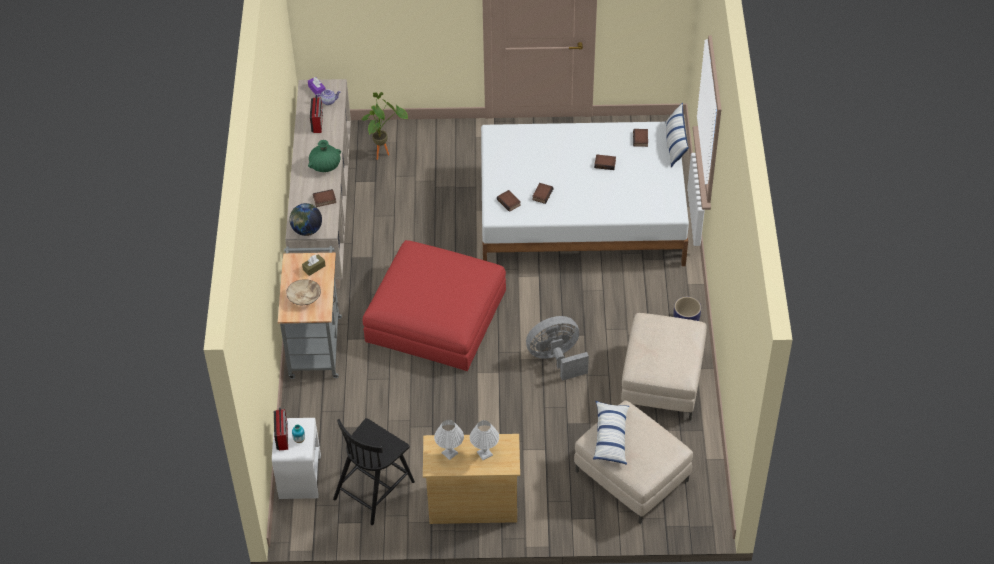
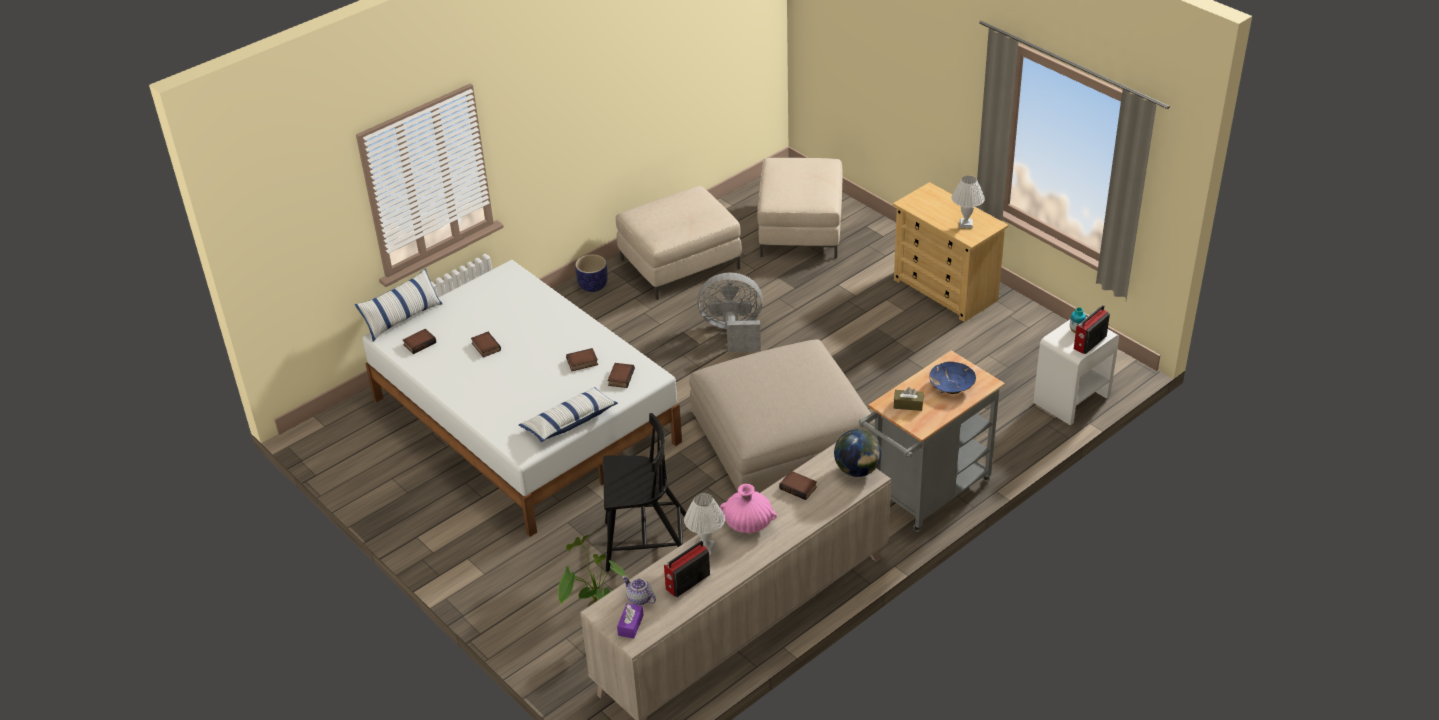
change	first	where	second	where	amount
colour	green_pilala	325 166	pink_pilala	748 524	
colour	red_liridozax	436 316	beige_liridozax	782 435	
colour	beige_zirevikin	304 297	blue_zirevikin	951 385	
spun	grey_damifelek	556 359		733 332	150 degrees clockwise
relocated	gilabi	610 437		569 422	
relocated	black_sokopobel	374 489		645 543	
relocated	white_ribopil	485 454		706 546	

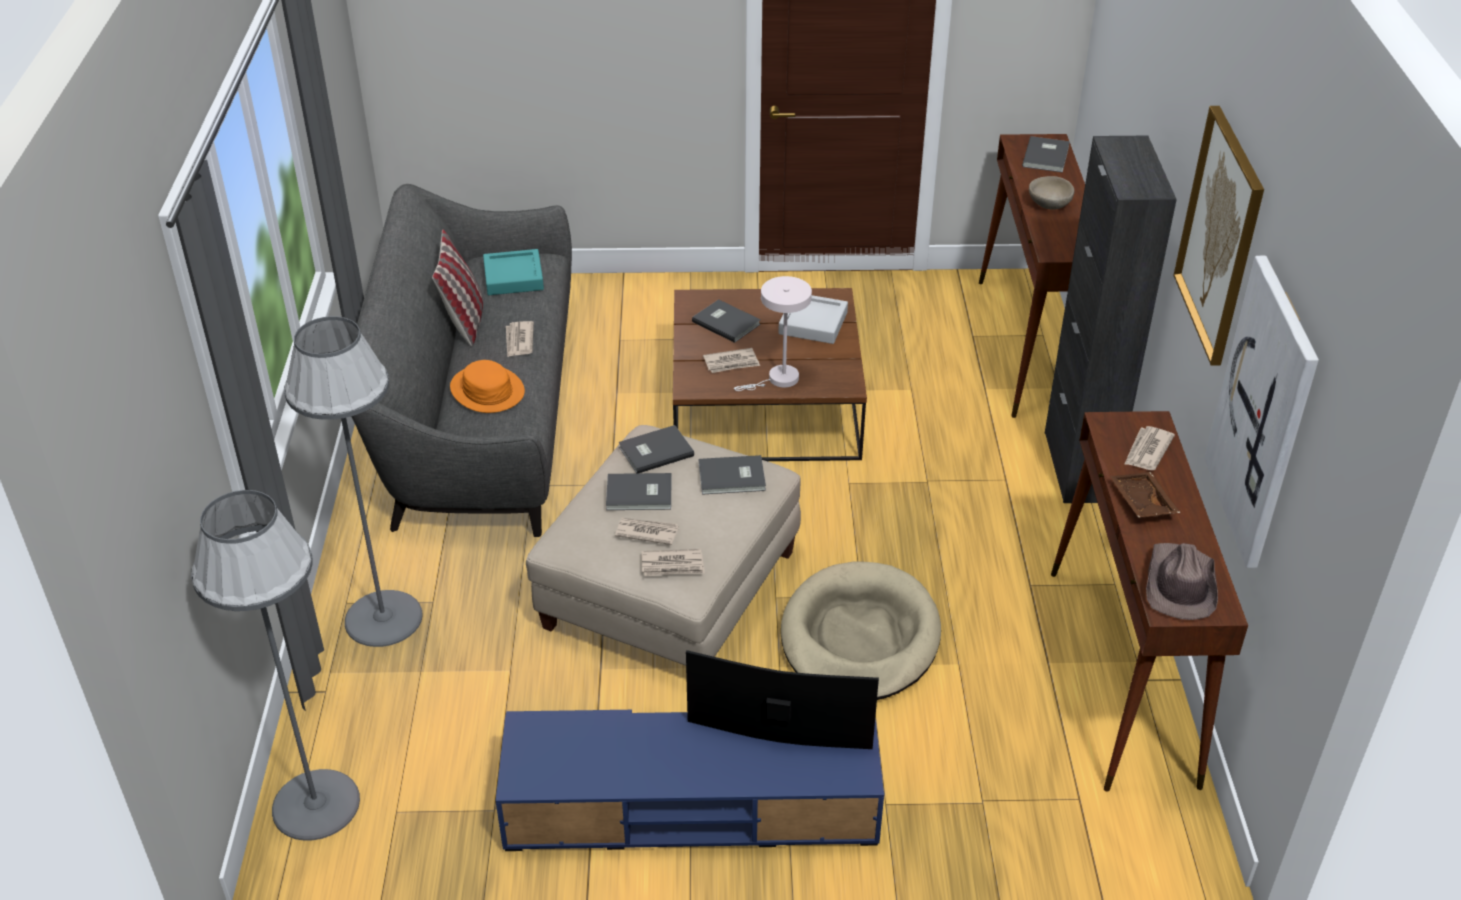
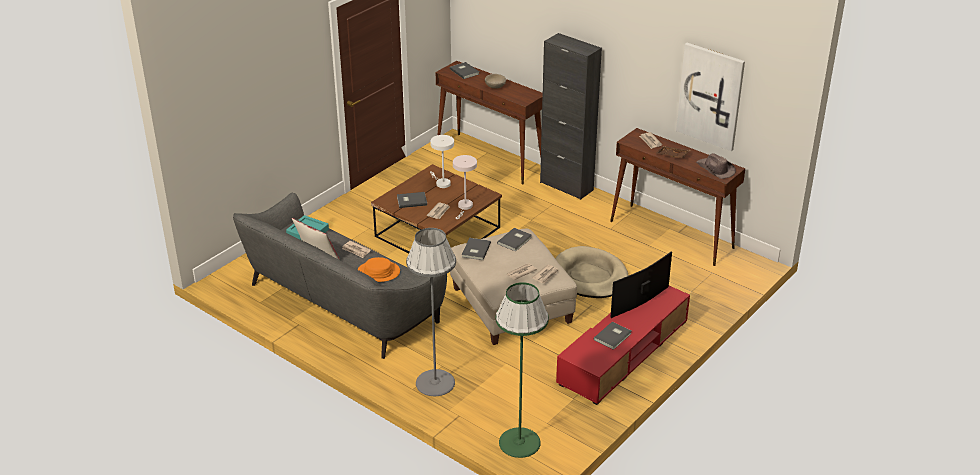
change	first	where	second	where	amount
missing	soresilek	1220 235			
exchanged	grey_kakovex	813 323	white_ribopil	441 183	
relocated	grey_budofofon	640 495		613 336	
colour	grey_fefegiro	316 804	green_fefegiro	520 442	
colour	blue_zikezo	691 804	red_zikezo	623 352	

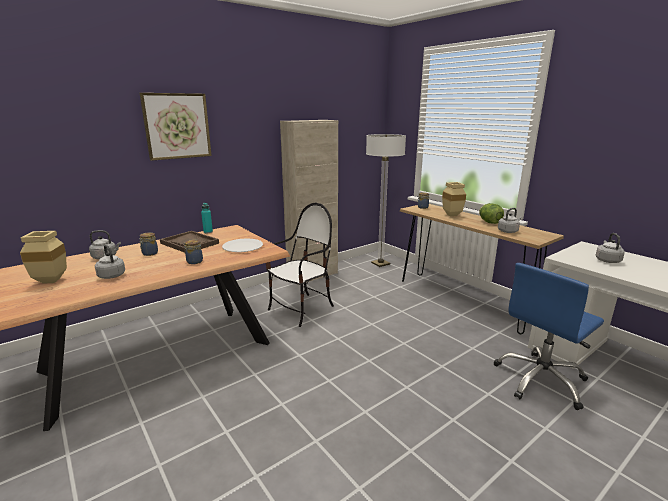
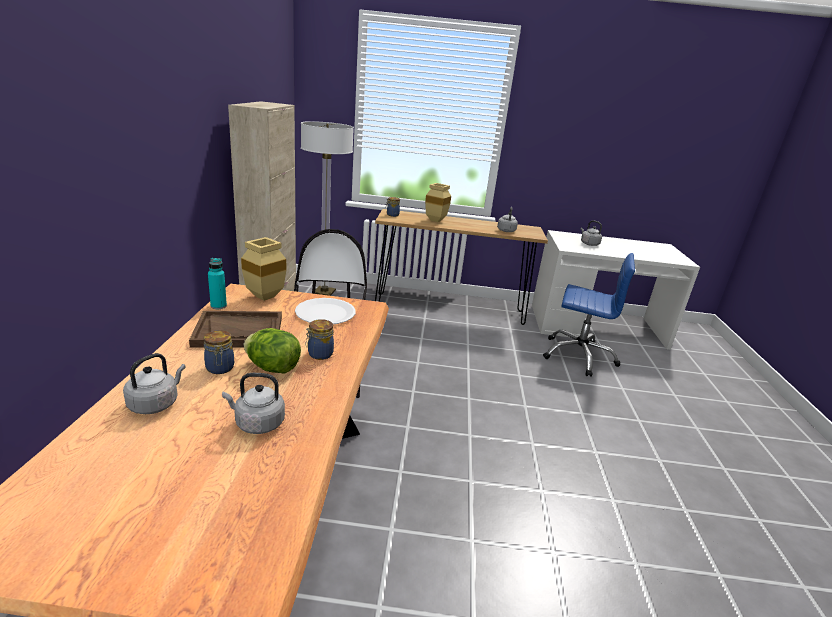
change	first	where	second	where	amount
missing	soresilek	177 126			
relocated	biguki	489 222		273 368	
relocated	beige_pilala	49 281		264 298	
spun	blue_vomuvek	541 380		578 355	75 degrees counterclockwise

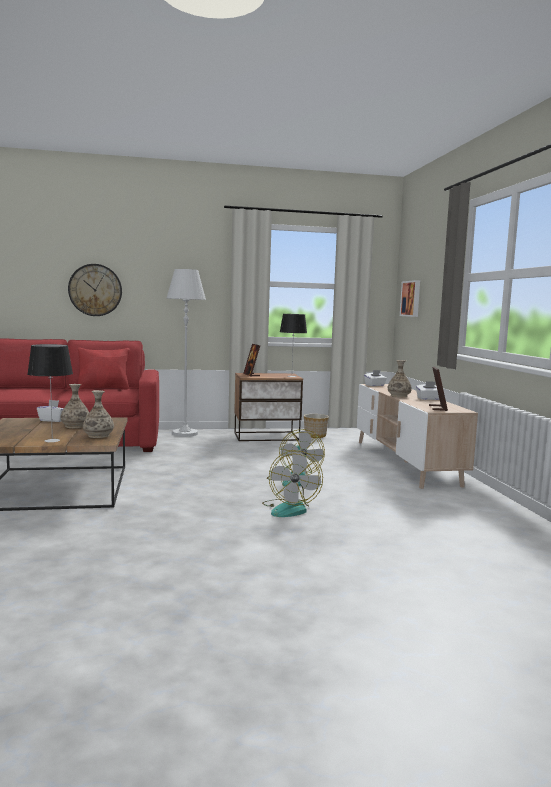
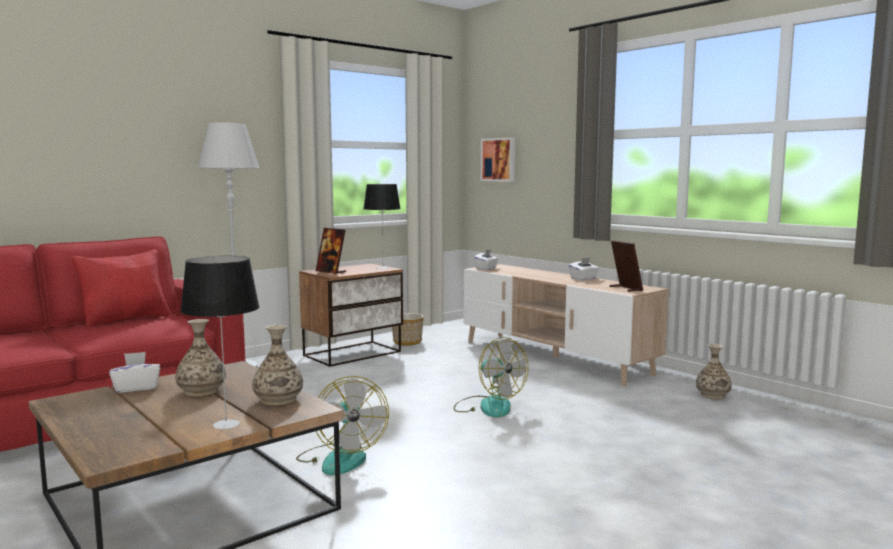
change	first	where	second	where	amount
missing	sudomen	95 290			
relocated	pilala	398 396		712 395	
relocated	damifelek	290 508		341 458	

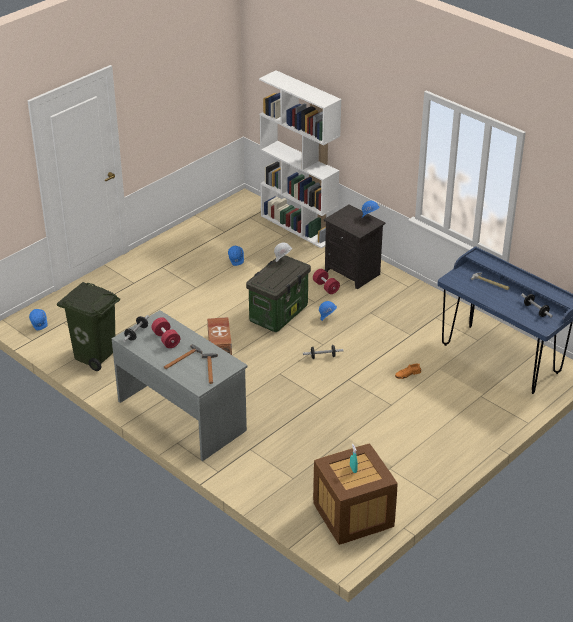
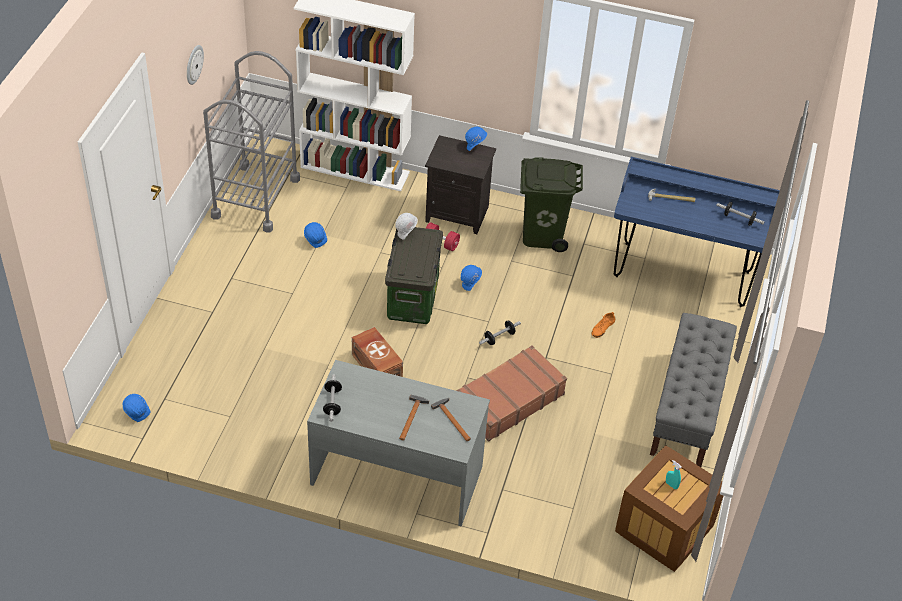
change	first	where	second	where	amount
relocated	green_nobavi	95 354		542 234	
missing	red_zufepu	166 339			
appeared			sudomen	193 64	
appeared			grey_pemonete	255 197	
appeared			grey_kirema	687 408	
appeared			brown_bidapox	508 400	

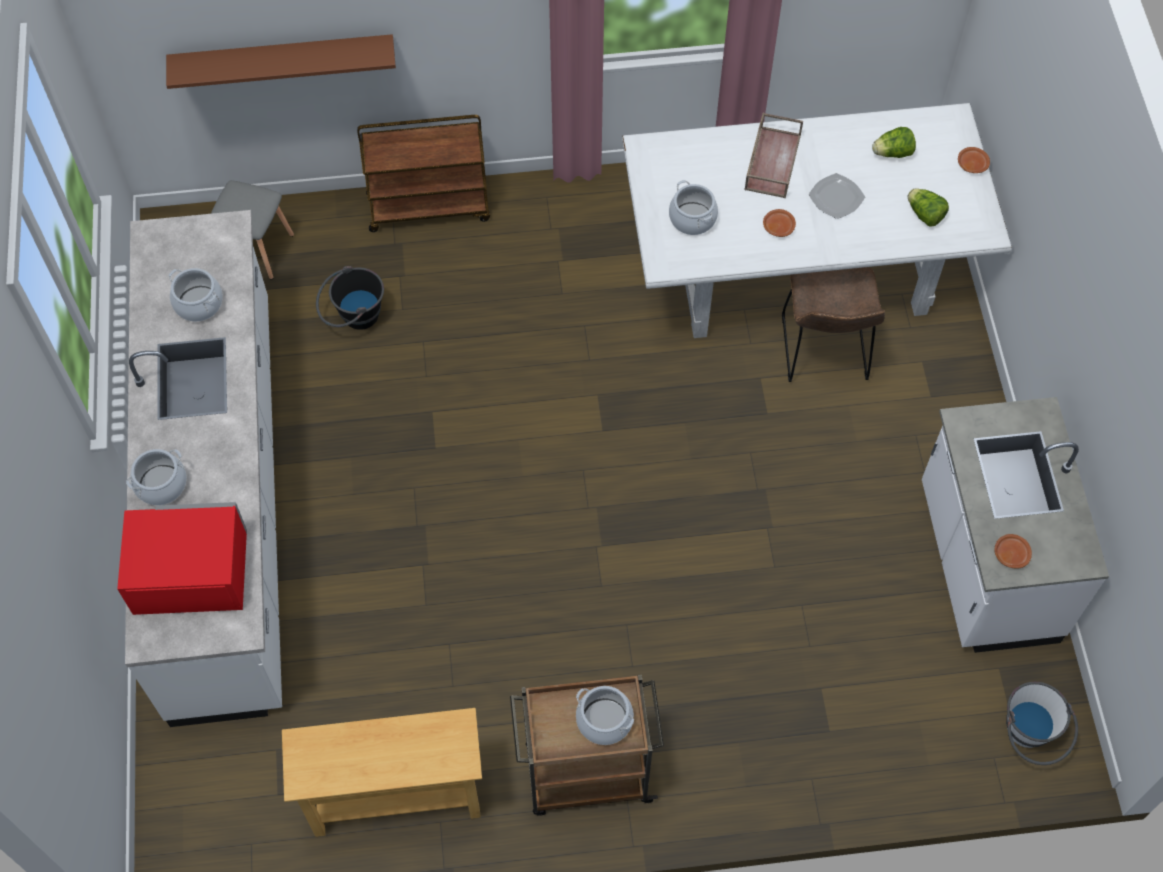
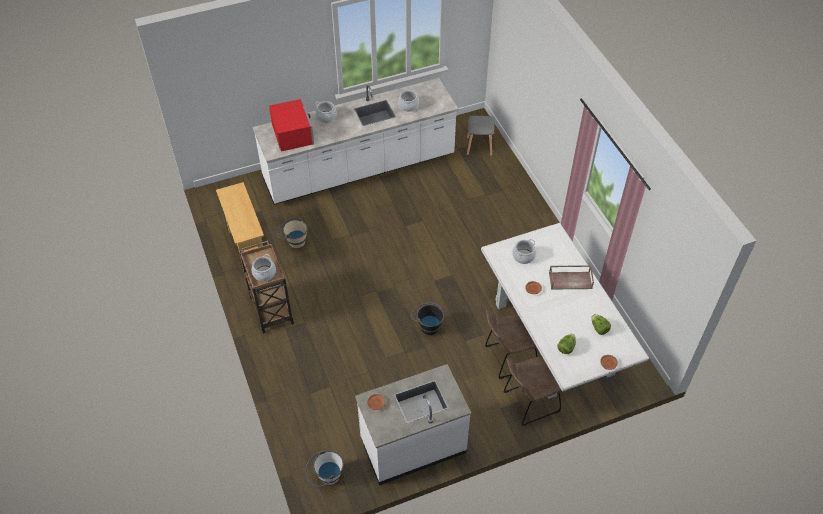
change	first	where	second	where	amount
missing	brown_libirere	283 59			
missing	brown_pemonete	429 206			
missing	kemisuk	837 197			
relocated	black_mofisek	353 317		427 325	
appeared			beige_mofisek	293 241	
appeared			brown_sokopobel	528 403	

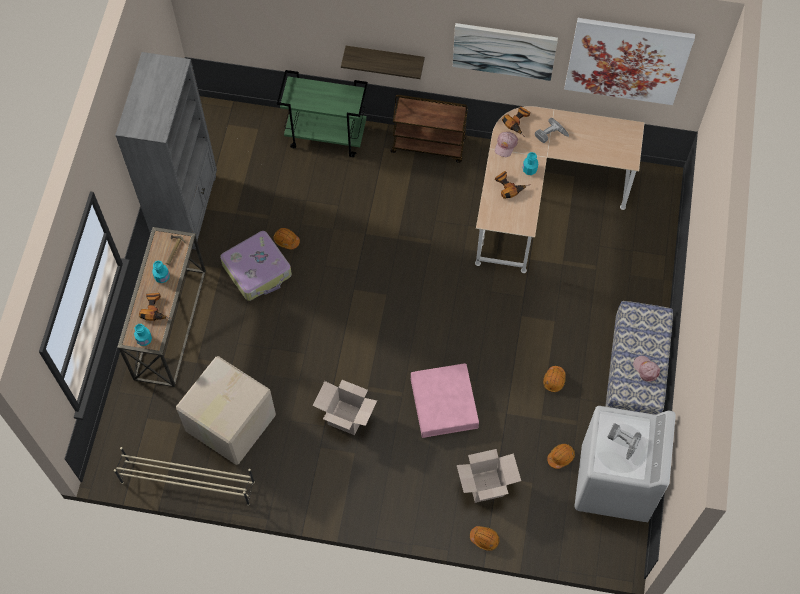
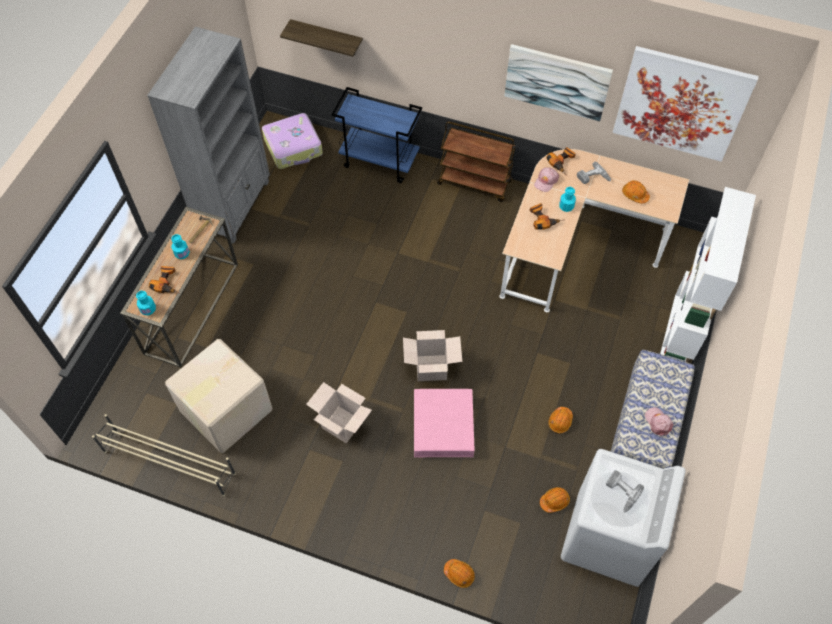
change	first	where	second	where	amount
relocated	libirere	385 58		327 38	
colour	green_pemonete	327 135	blue_pemonete	380 161	
relocated	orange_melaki	286 240		634 194	
relocated	bidapox	258 270		294 147	
relocated	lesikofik	486 486		431 368	
appeared			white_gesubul	679 337	

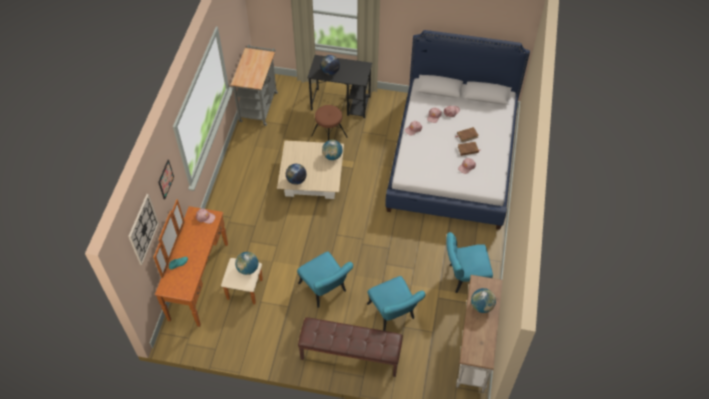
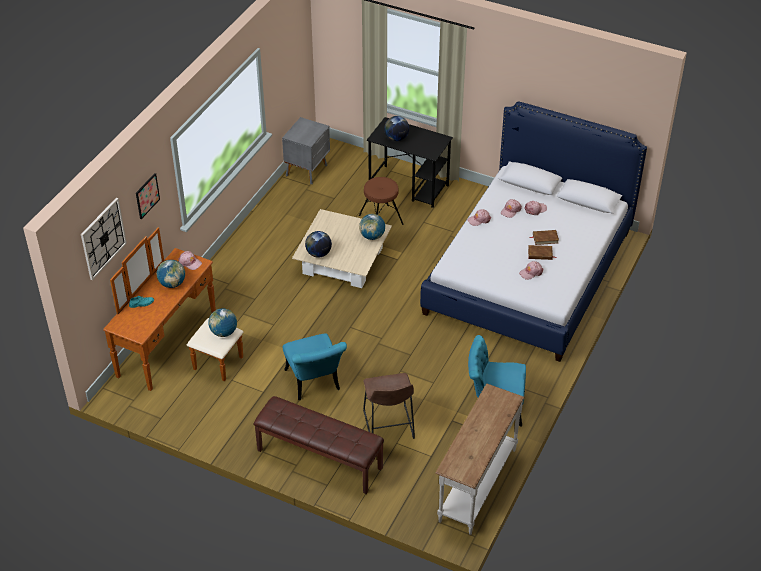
change	first	where	second	where	amount
exchanged	grey_pemonete	259 104	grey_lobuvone	307 170	
exchanged	turquoise_sokopobel	393 315	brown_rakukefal	389 427	
relocated	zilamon	481 306		172 284	

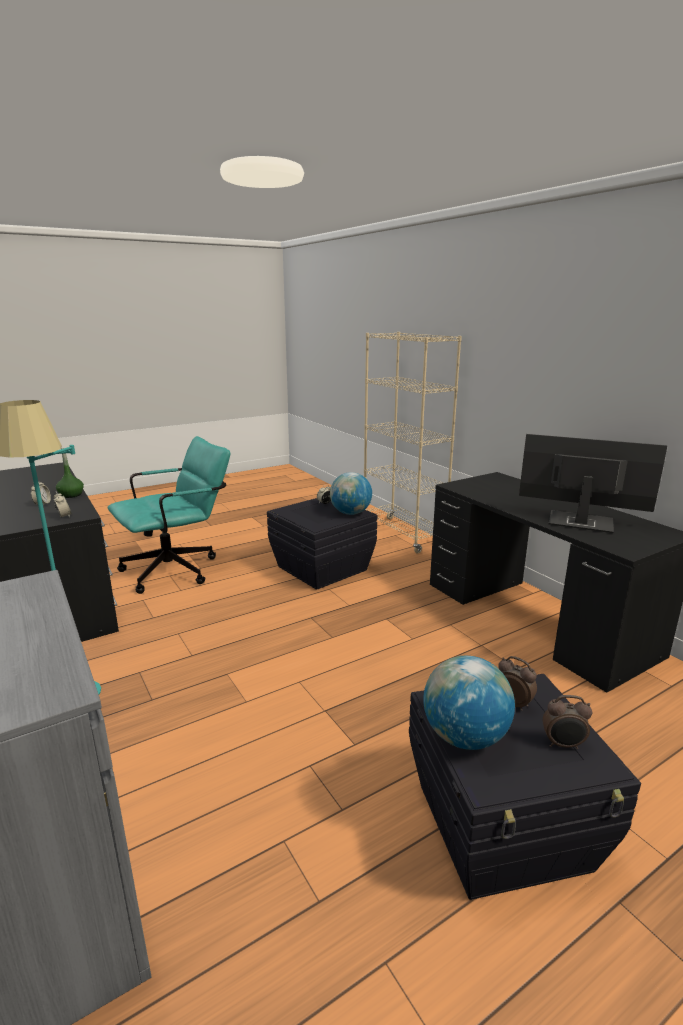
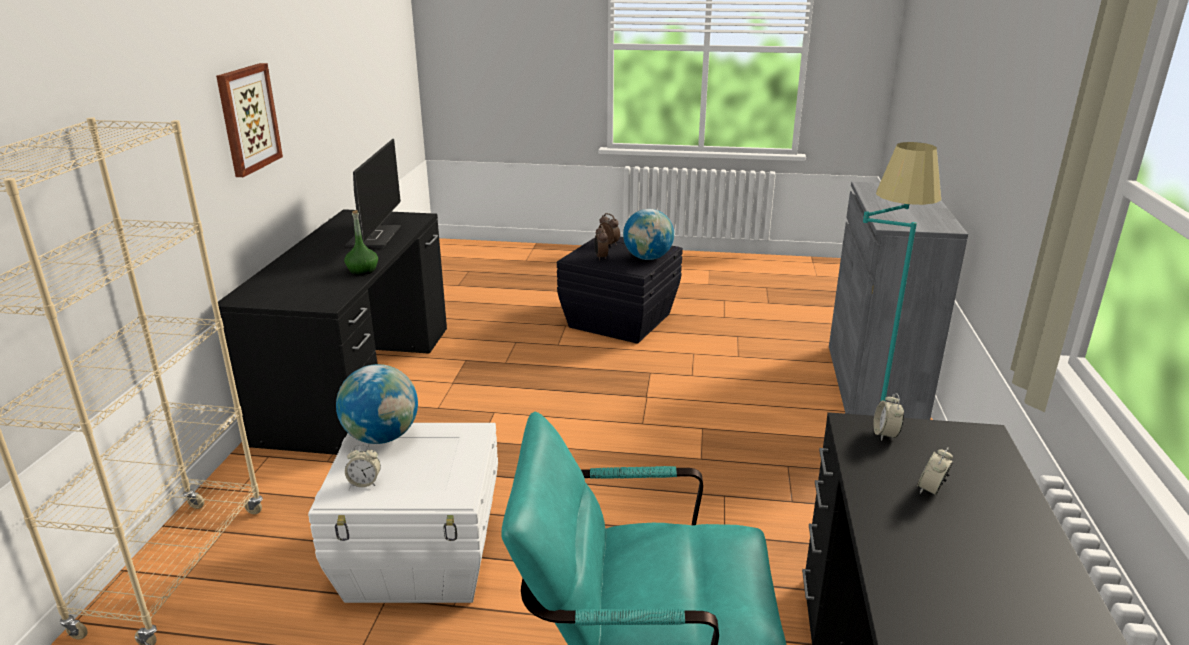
change	first	where	second	where	amount
spun	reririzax	579 522		374 237	150 degrees counterclockwise
relocated	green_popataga	71 495		362 270	
colour	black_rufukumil	321 568	white_rufukumil	421 559	
appeared			soresilek	248 119	

